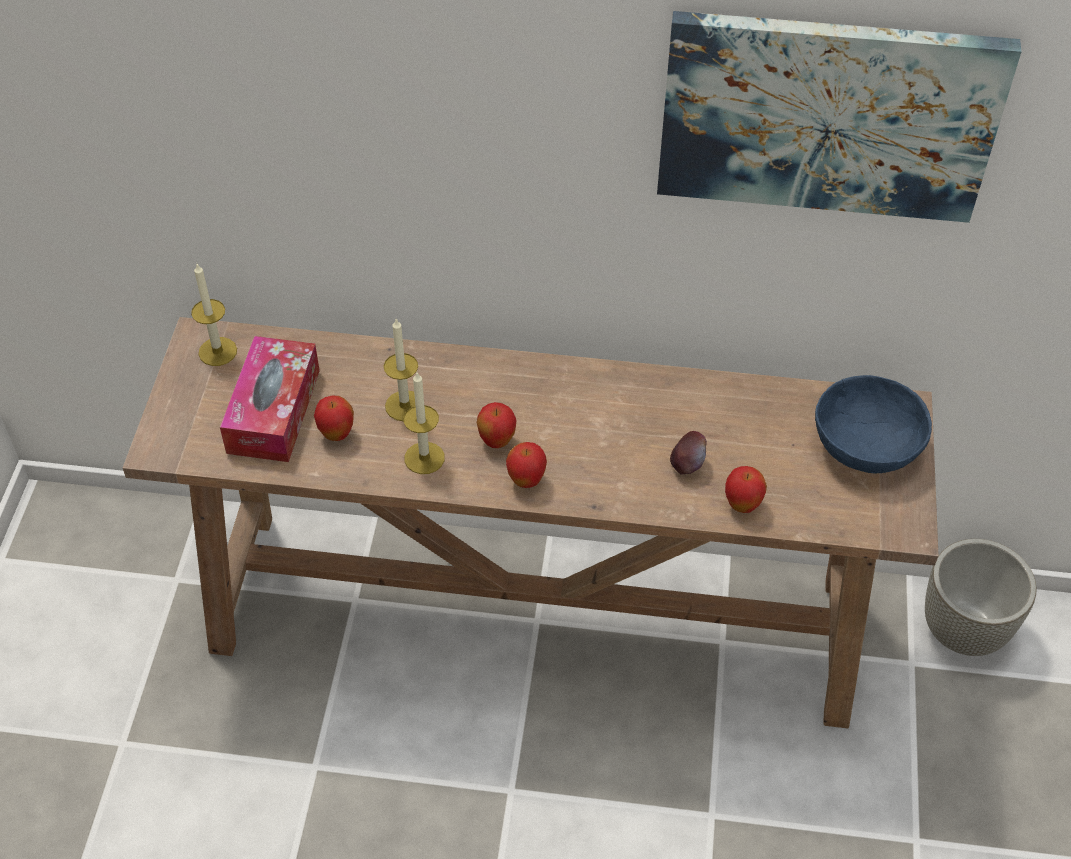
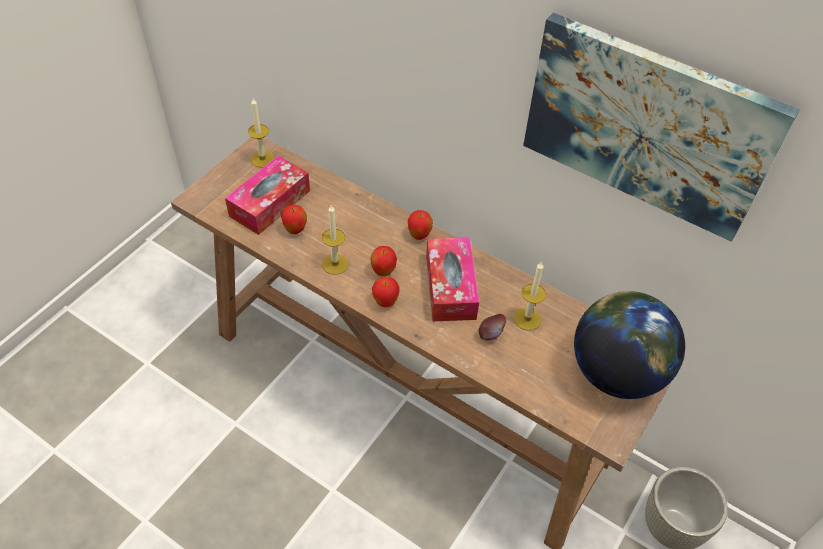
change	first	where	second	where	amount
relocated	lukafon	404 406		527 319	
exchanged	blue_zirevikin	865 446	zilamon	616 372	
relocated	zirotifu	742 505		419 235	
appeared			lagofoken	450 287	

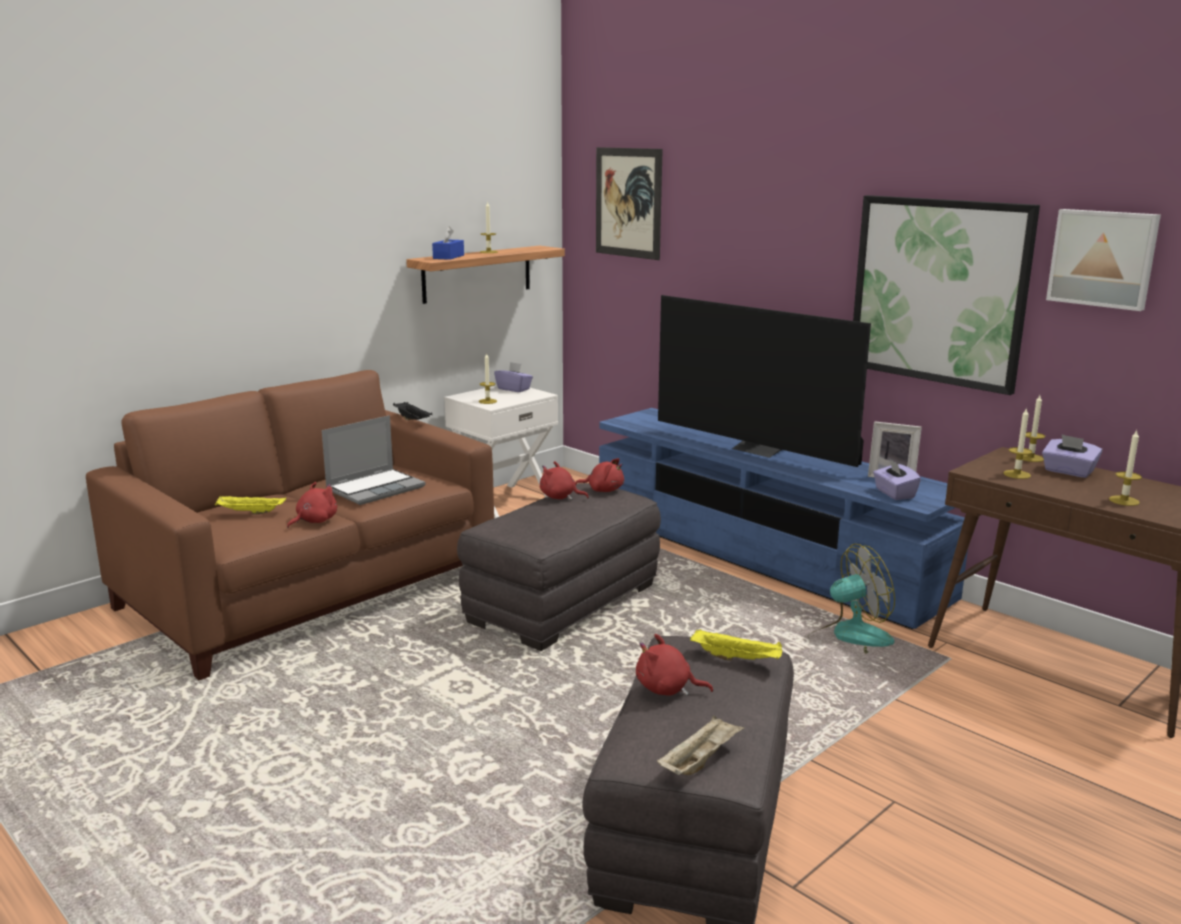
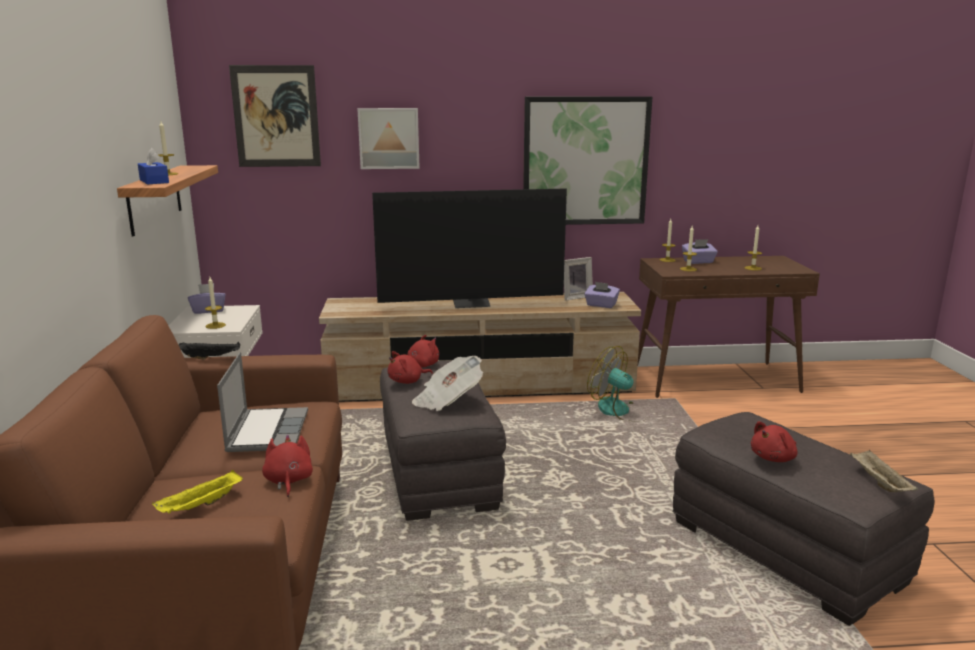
change	first	where	second	where	amount
relocated	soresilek	1103 258		389 138	
colour	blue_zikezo	761 554	beige_zikezo	480 385	
spun	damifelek	849 639		621 411	75 degrees counterclockwise
missing	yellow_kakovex	737 659			
appeared			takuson	447 400	

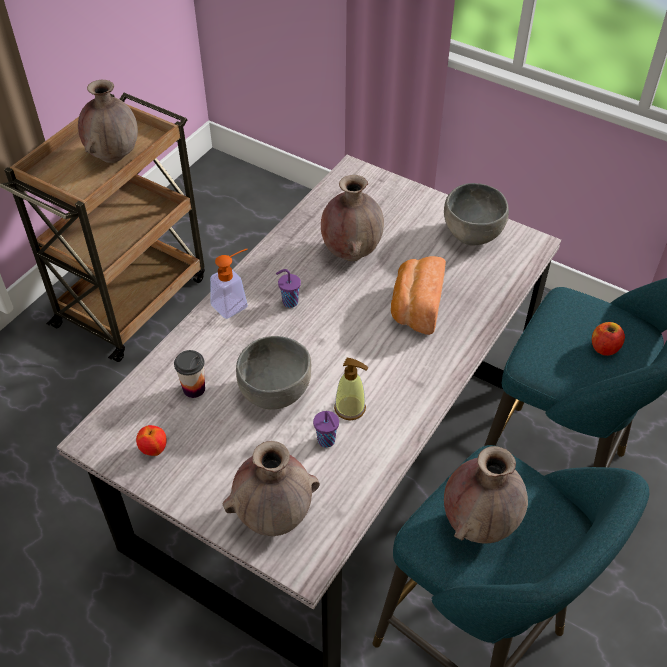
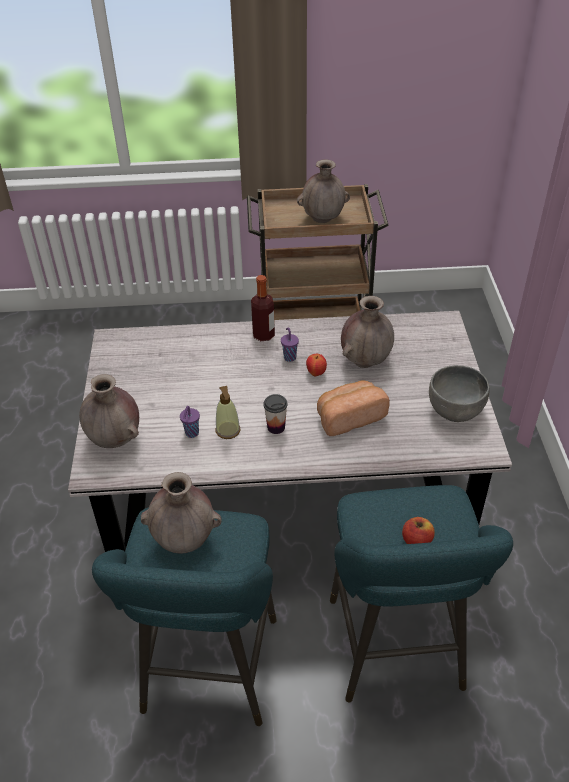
change	first	where	second	where	amount
exchanged	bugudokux	234 303	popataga	263 335	
missing	grey_zirevikin	276 392			
relocated	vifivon	194 389		276 427	
relocated	zirotifu	154 450		316 373	

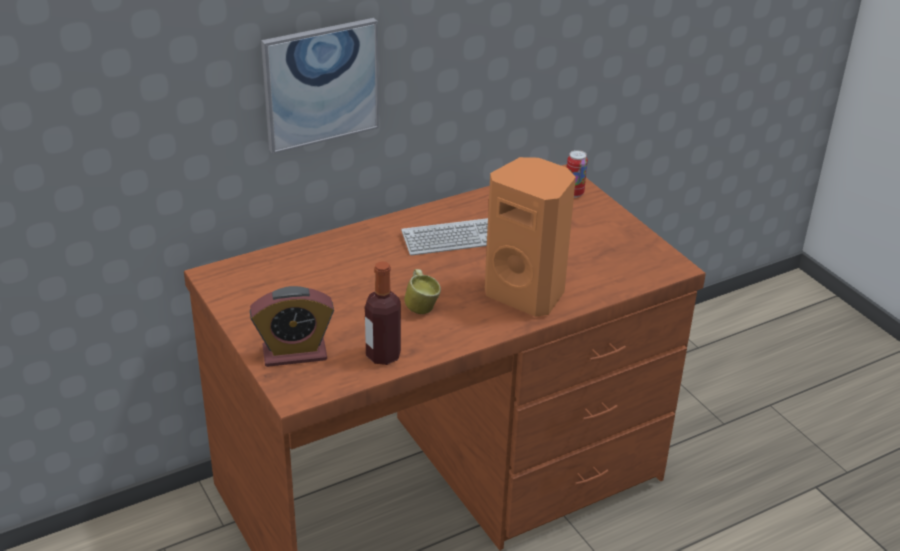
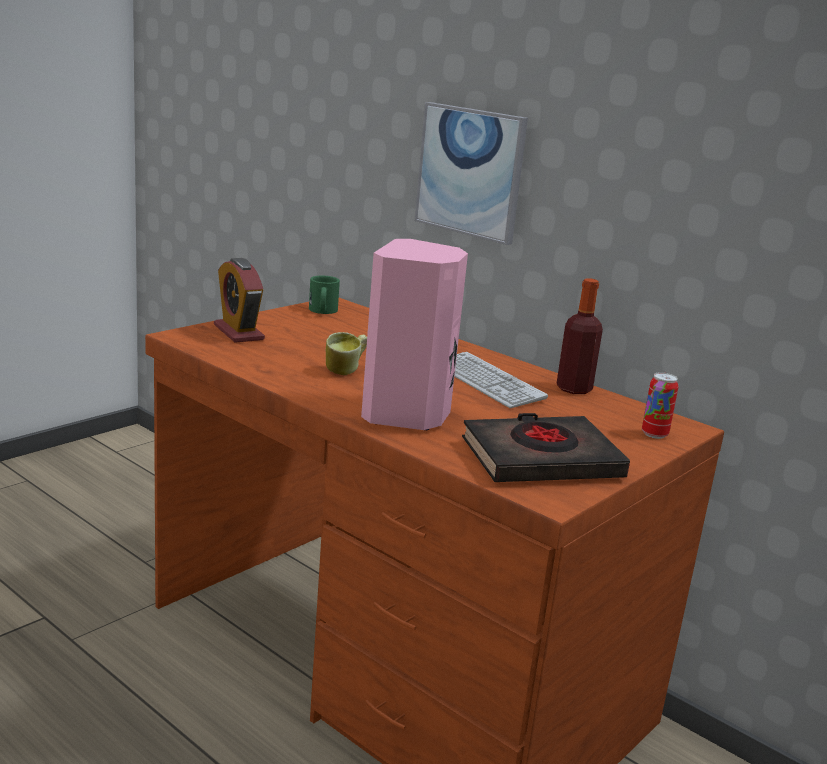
change	first	where	second	where	amount
colour	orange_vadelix	527 294	pink_vadelix	408 415	
relocated	popataga	383 355		574 389	
appeared			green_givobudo	323 311	
appeared			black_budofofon	541 460	

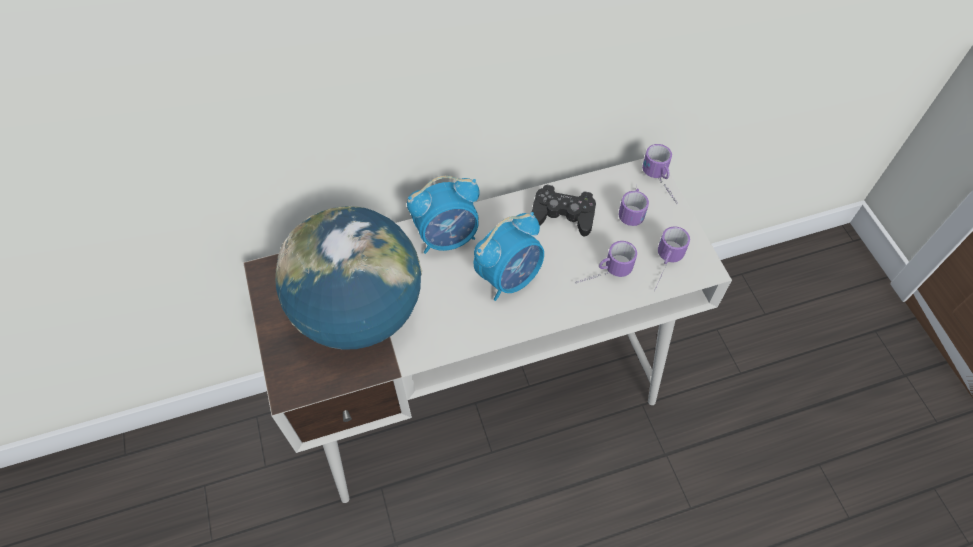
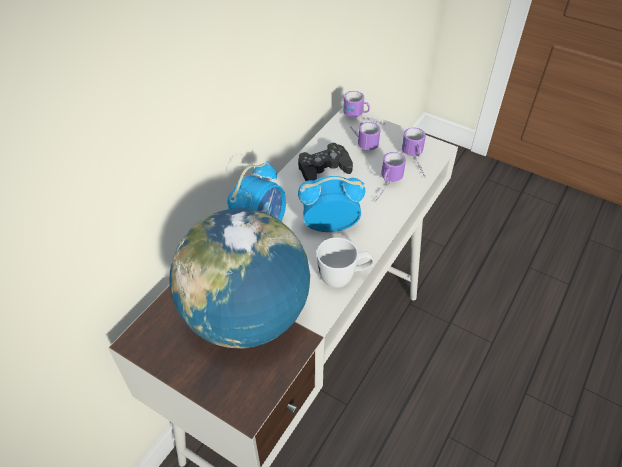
change	first	where	second	where	amount
spun	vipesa	509 277		329 225	105 degrees counterclockwise
appeared			white_givobudo	344 278	

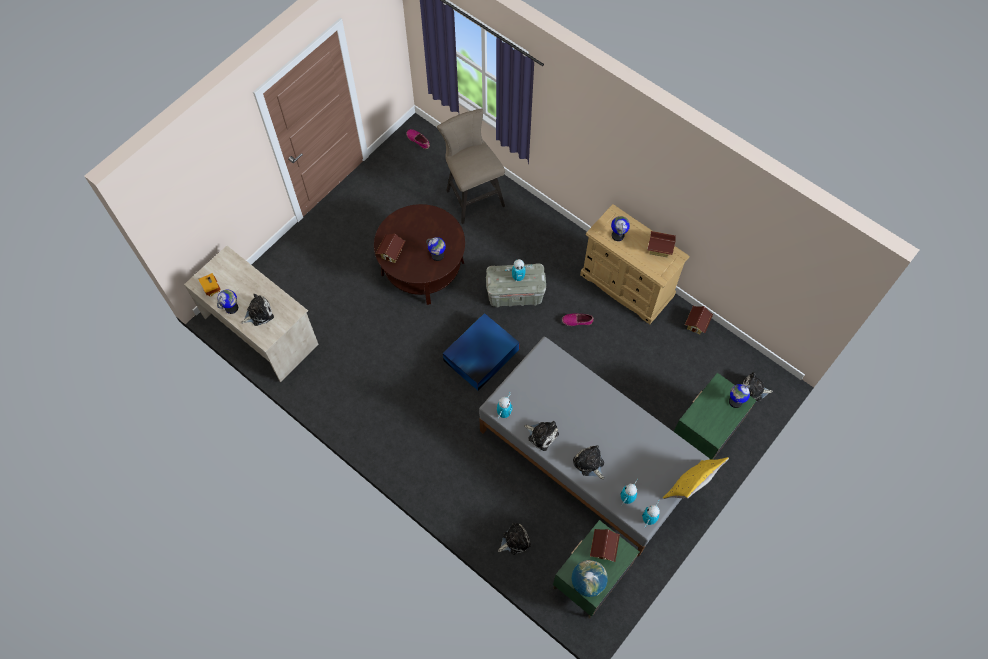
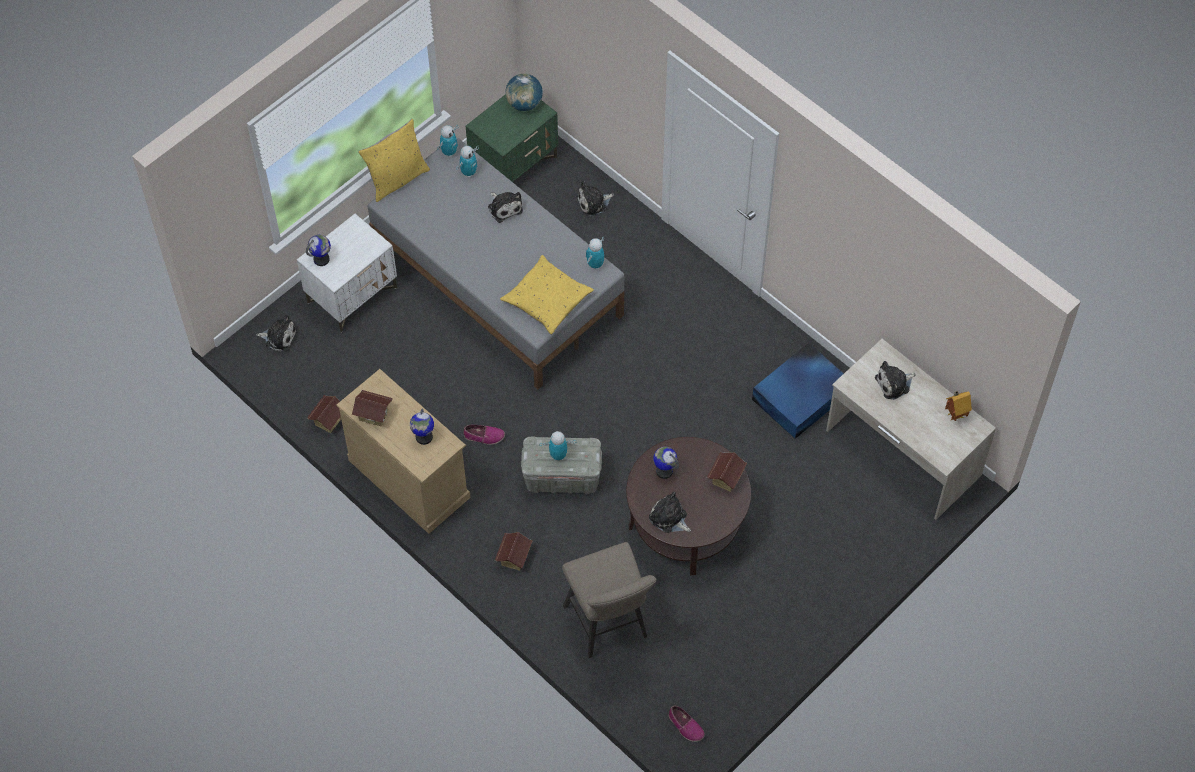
change	first	where	second	where	amount
missing	zilamon	232 308			
relocated	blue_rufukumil	480 355		802 396	
colour	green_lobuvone	704 433	white_lobuvone	352 294	
relocated	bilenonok	542 435		669 518	
relocated	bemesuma	603 548		514 558	
appeared			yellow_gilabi	547 300	

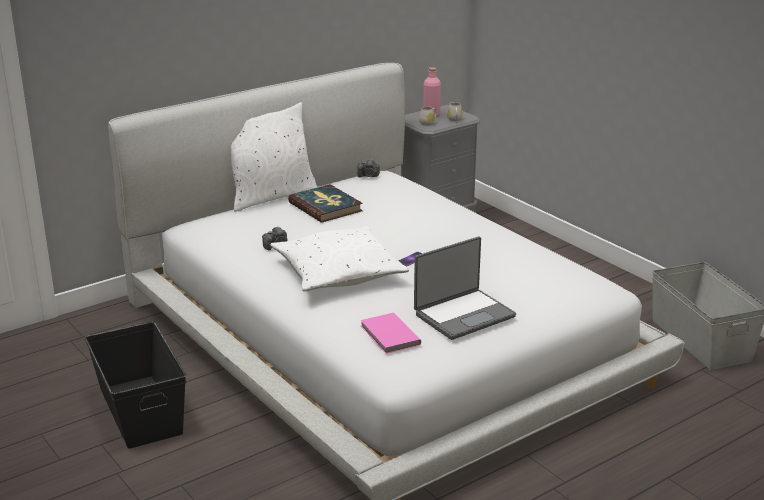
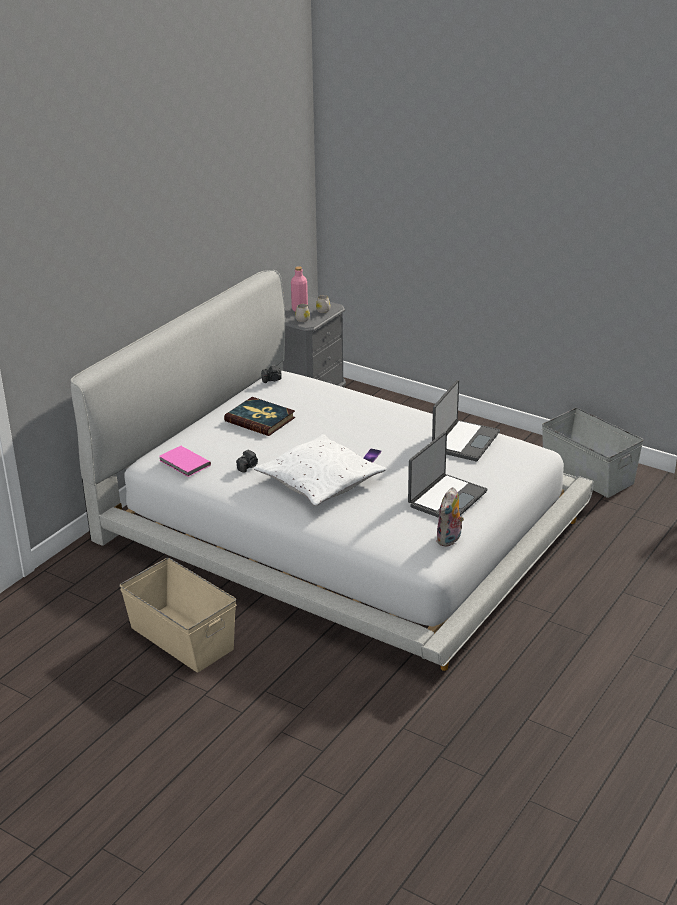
change	first	where	second	where	amount
missing	white_gilabi	270 197			
relocated	pink_budofofon	389 336		184 463	
colour	black_rufukumil	139 411	beige_rufukumil	181 638	
appeared			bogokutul	464 441	
appeared			bilenonok	449 540	

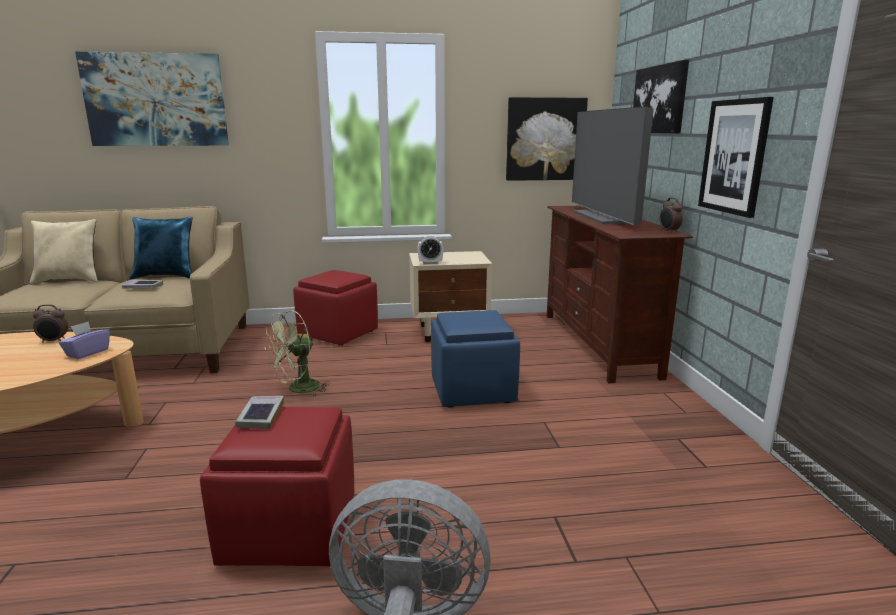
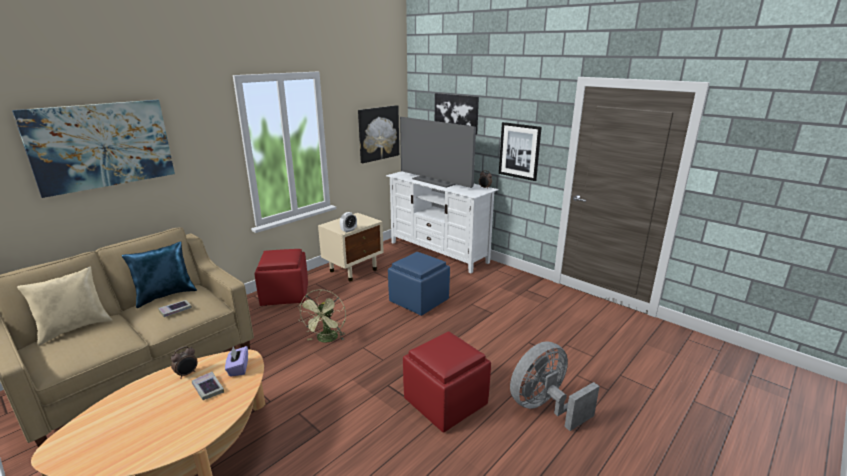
change	first	where	second	where	amount
colour	brown_zikezo	598 344	white_zikezo	438 252	
relocated	budofofon	261 416		208 388	

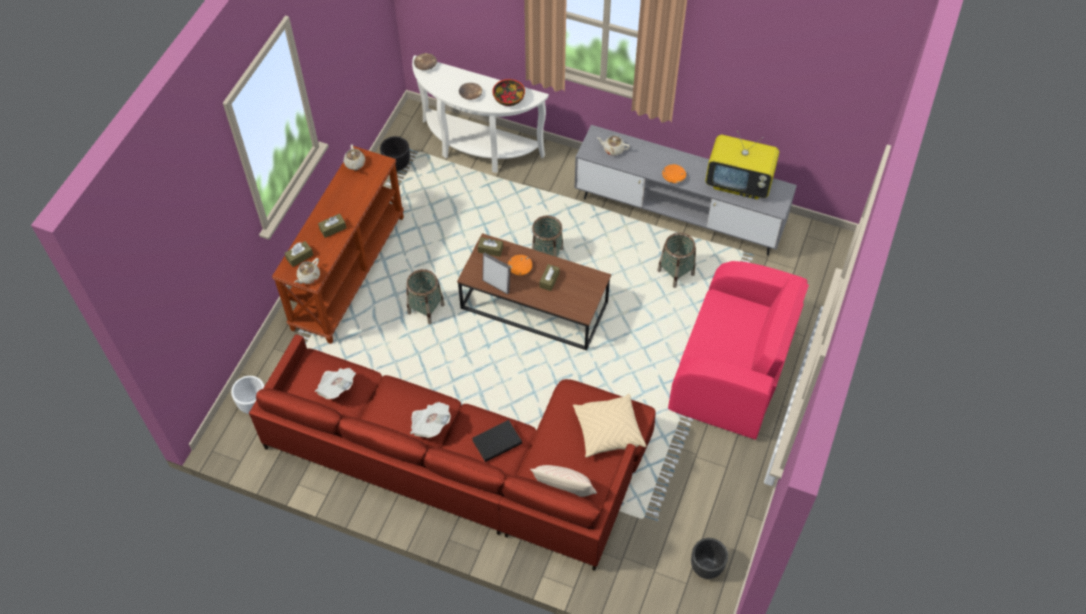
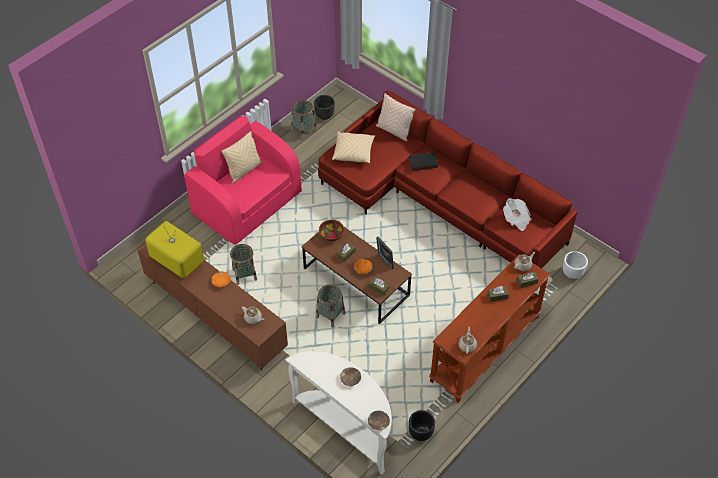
change	first	where	second	where	amount
relocated	zirevikin	509 98		331 235	
colour	grey_zikezo	678 214	brown_zikezo	216 317	
relocated	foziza	426 309		304 130	
missing	takuson	430 425			
appeared			beige_gilabi	244 170	

